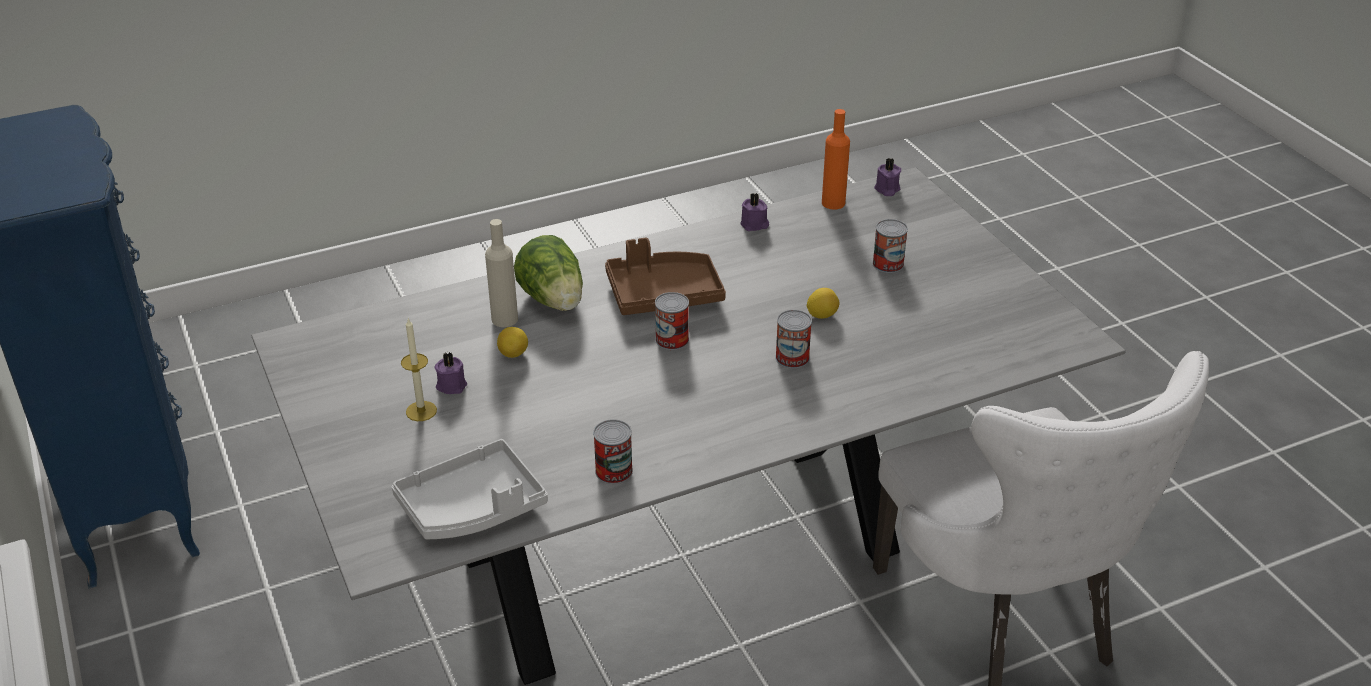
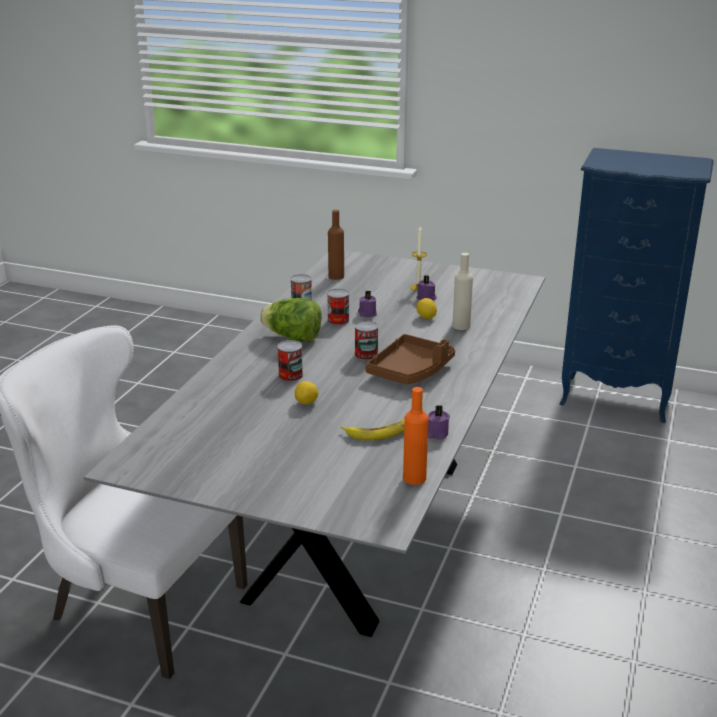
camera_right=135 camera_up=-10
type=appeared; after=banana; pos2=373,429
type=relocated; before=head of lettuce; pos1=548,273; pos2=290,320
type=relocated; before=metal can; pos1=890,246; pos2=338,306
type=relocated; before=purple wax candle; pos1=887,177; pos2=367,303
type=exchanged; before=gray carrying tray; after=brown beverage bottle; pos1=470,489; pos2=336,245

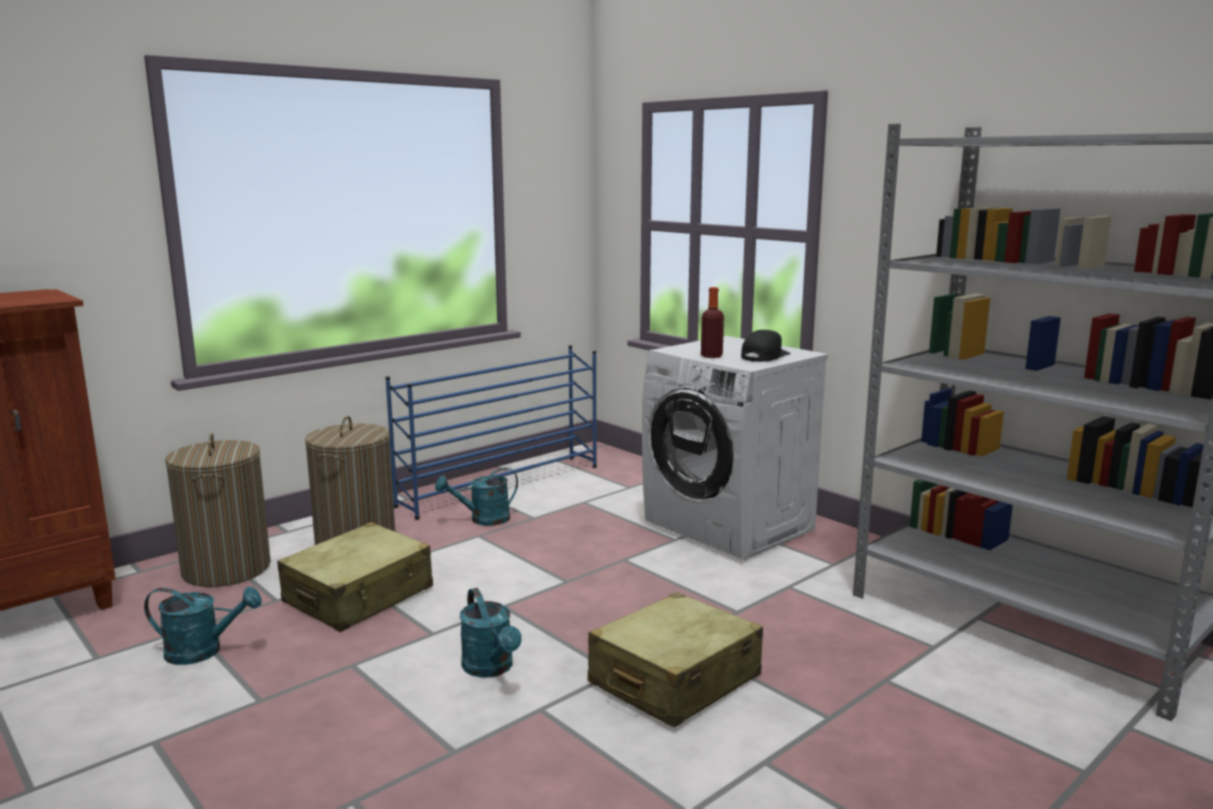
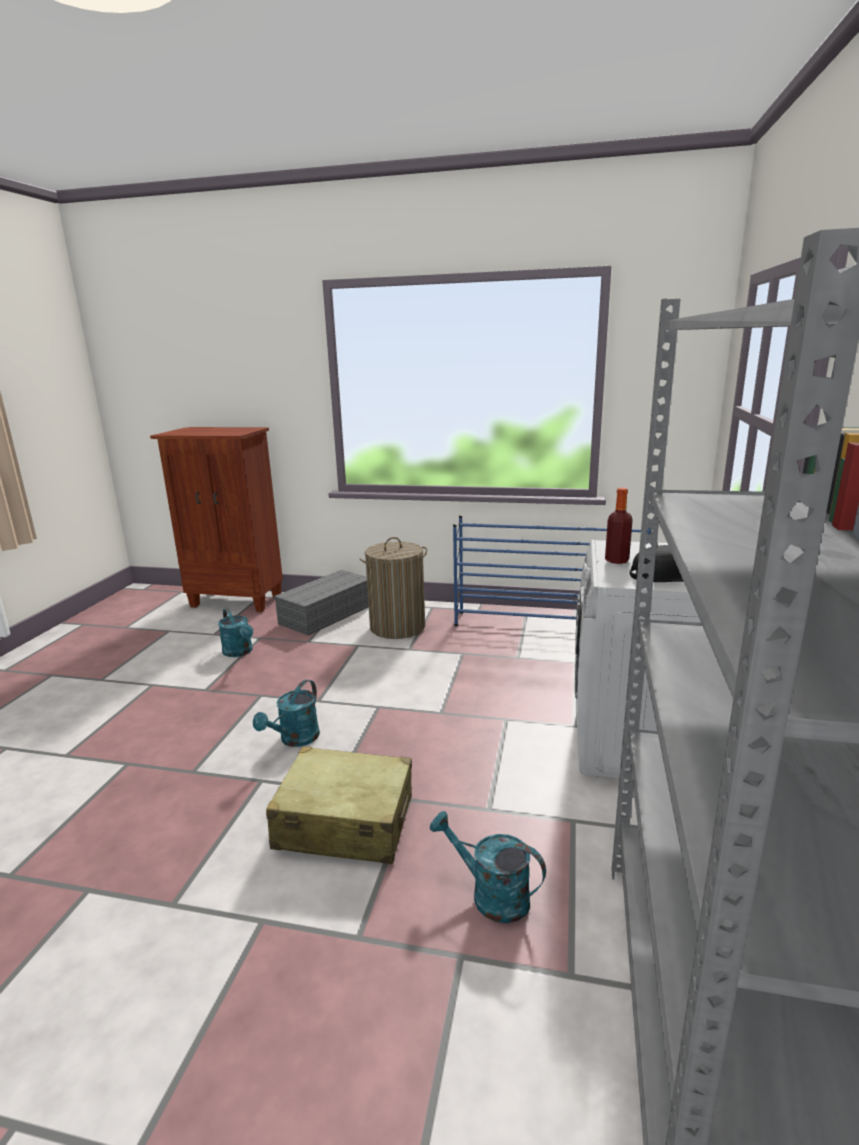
camera_right=55 camera_up=5
type=missing; before=sand-coloured piece of luggage; pos1=355,577
type=relocated; before=turquoise-coloured sprinkling can; pos1=476,497; pos2=488,867
type=exchanged; before=hamper; after=gray storage box; pos1=218,510; pos2=321,602

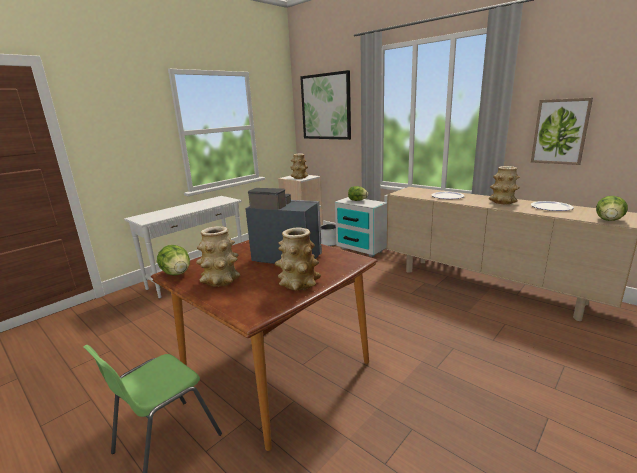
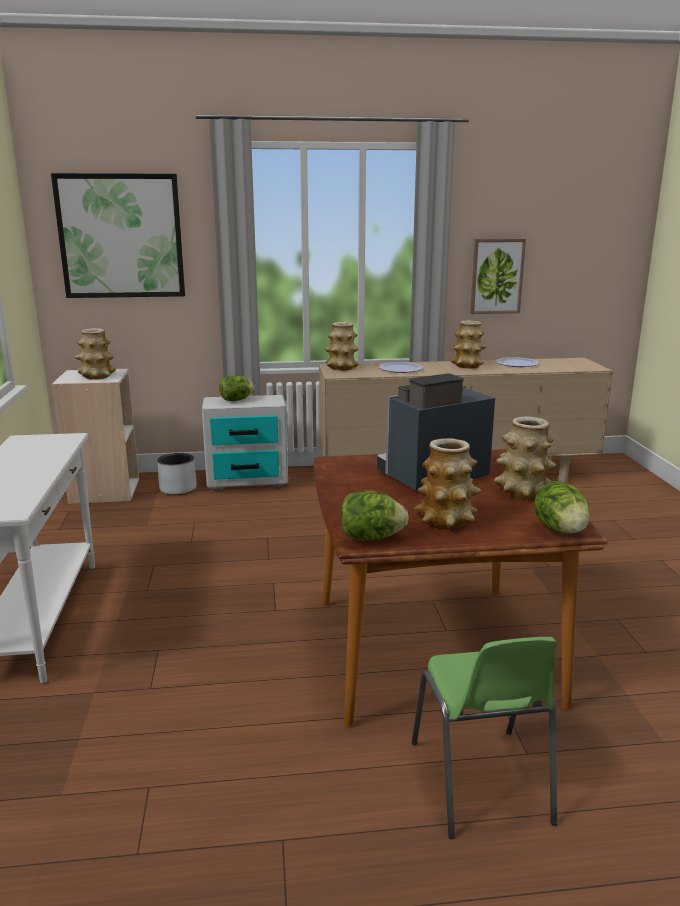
camera_right=-50 camera_up=0
type=appeared; after=decorative vase; pos2=342,346
type=relocated; before=head of lettuce; pos1=612,208; pos2=562,507

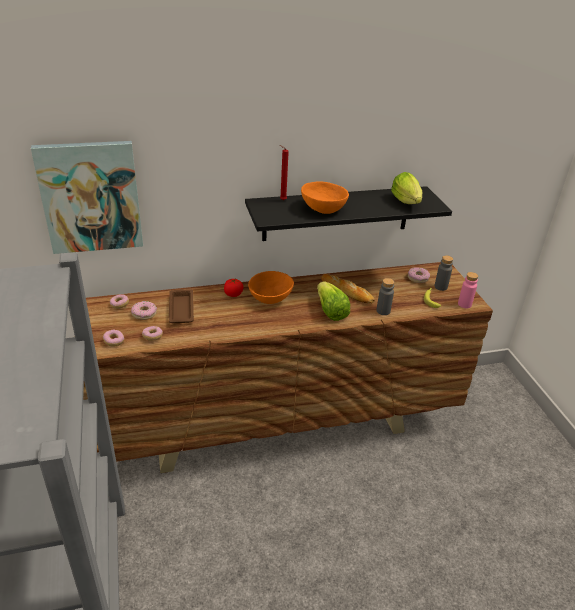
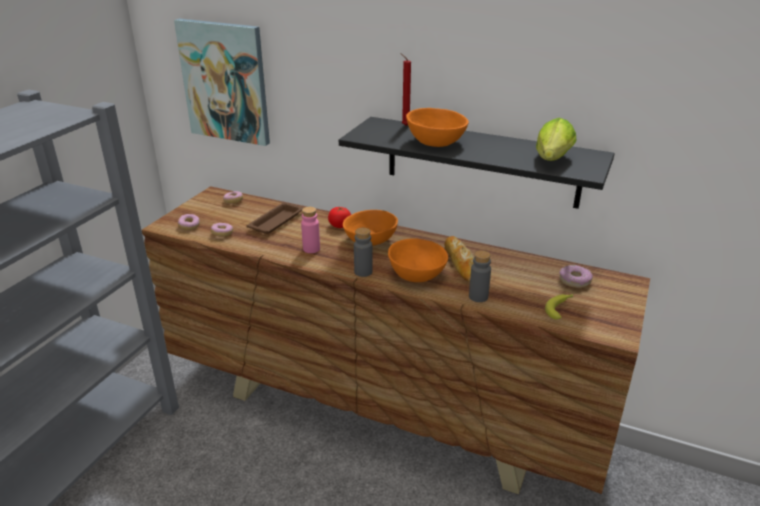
camera_right=40 camera_up=-5
type=missing; before=doughnut; pos1=144,310
type=relocated; before=gray beverage bottle; pos1=443,273; pos2=363,252
type=relocated; before=pinkish beverage bottle; pos1=468,290; pos2=310,230
type=exchanged; before=head of lettuce; after=orangey deep dish; pos1=333,301; pos2=418,260

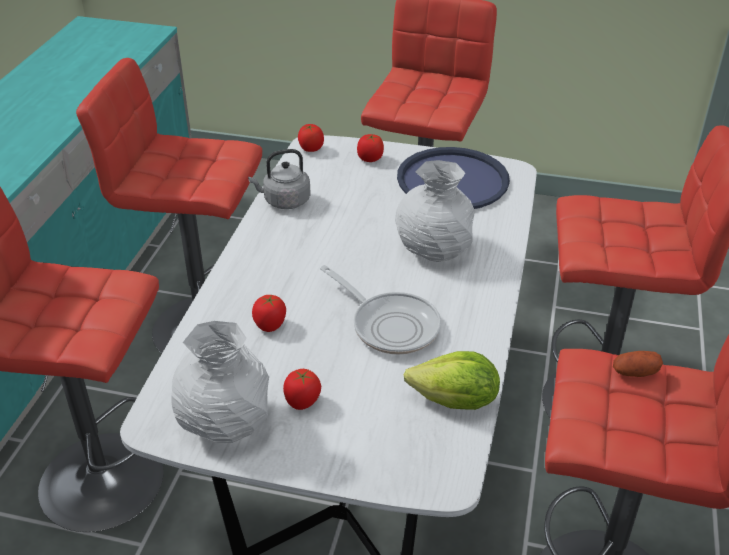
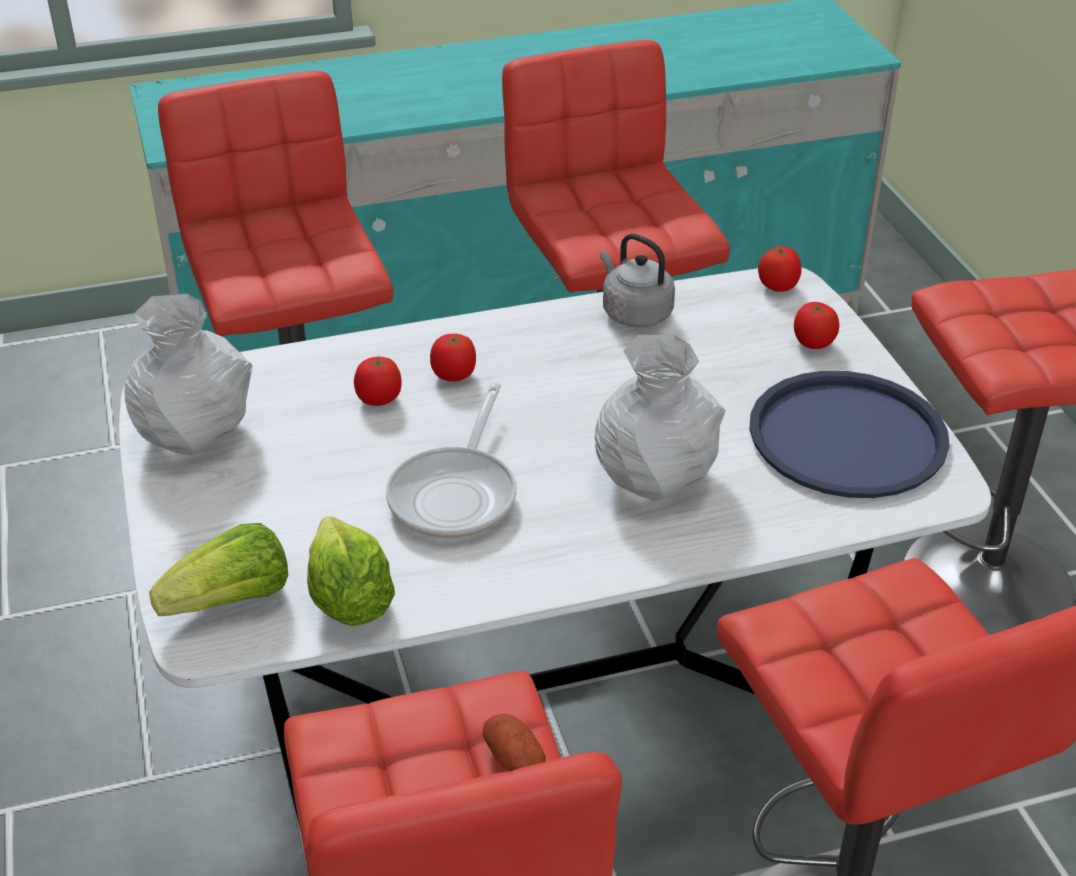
camera_right=60 camera_up=0
type=appeared; after=head of lettuce; pos2=218,569
type=relocated; before=whole tomato; pos1=302,389; pos2=453,358

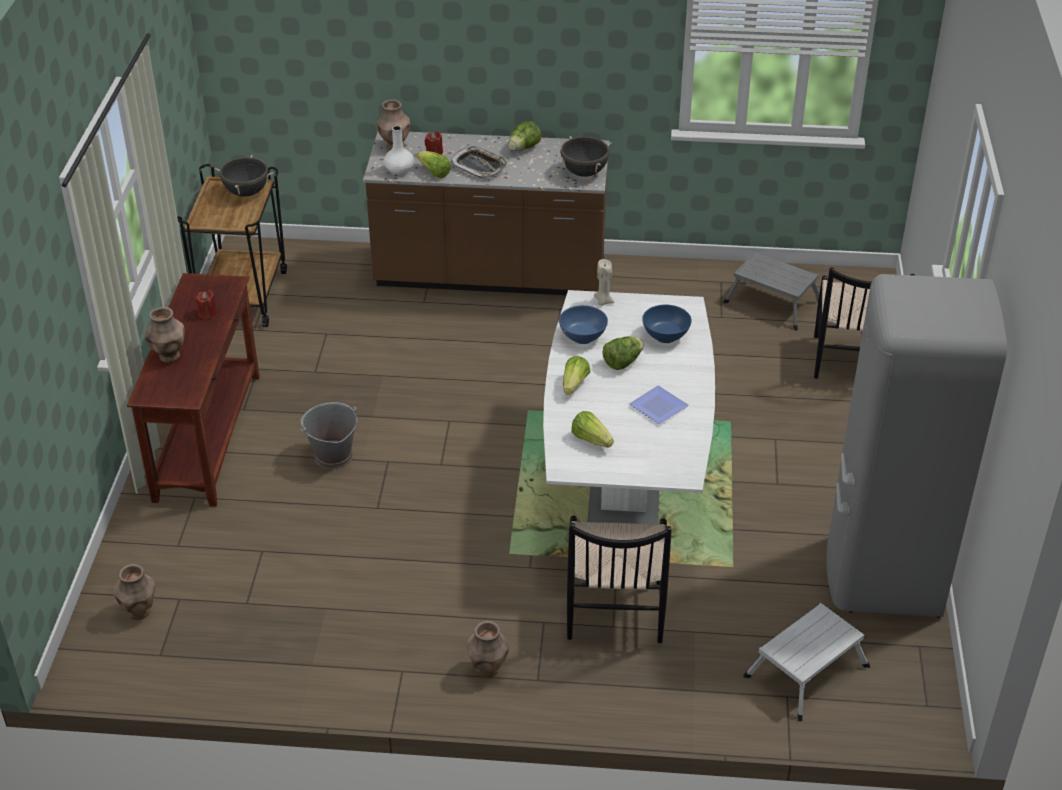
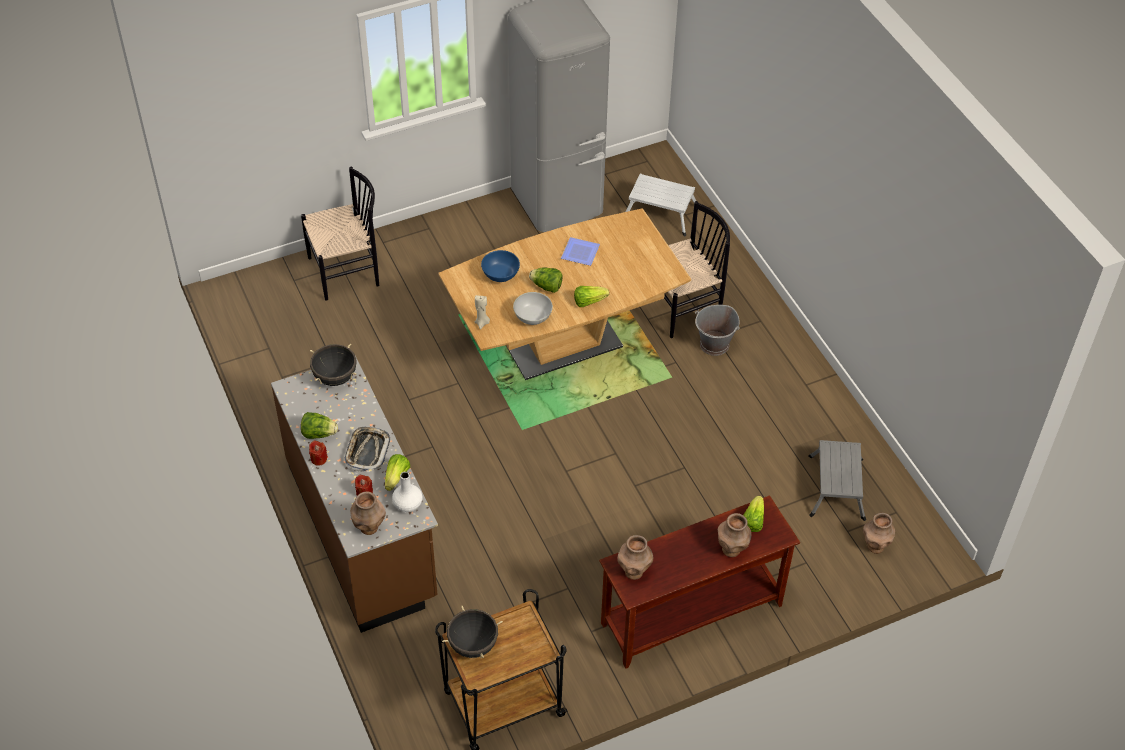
camera_right=-120 camera_up=10
type=relocated; before=reddish wax candle; pos1=206,305; pos2=318,453
type=relocated; before=gray water bucket; pos1=328,435; pos2=717,330
type=relocated; before=brown decorative vase; pos1=487,649; pos2=635,557
type=relocated; before=head of lettuce; pos1=592,429; pos2=753,514
type=relocated; before=gray step stool; pos1=771,291; pos2=837,480
type=colour; before=white-coloured kitchen table; after=brown kitchen table; pos1=629,407; pos2=565,294
type=colour; before=blue deep dish; after=white-coloured deep dish; pos1=583,324; pos2=533,308

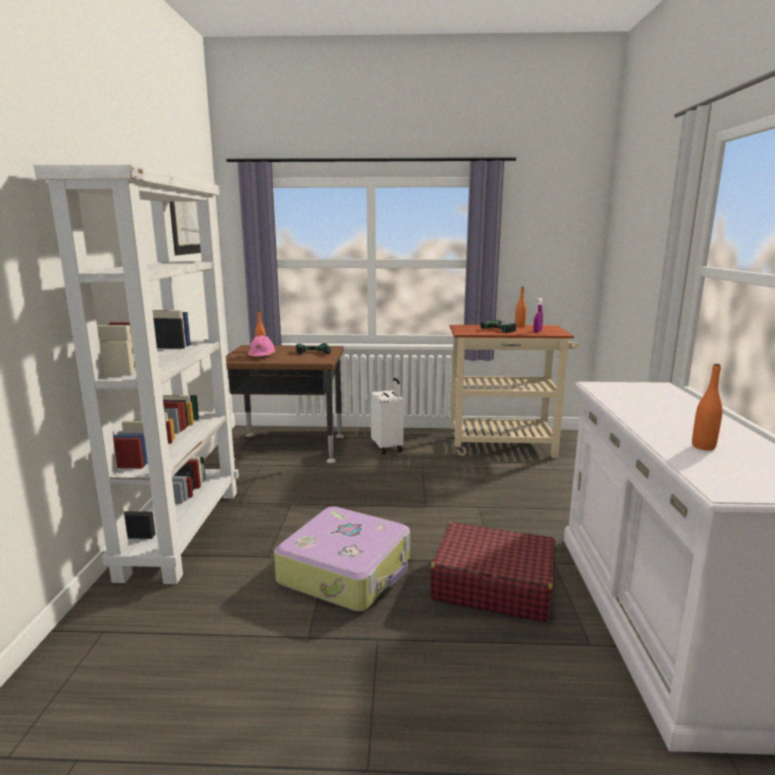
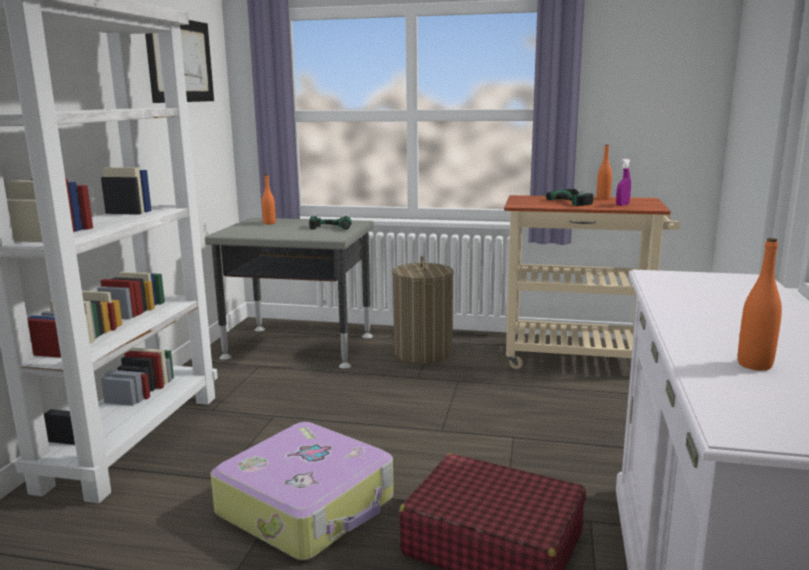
camera_right=10 camera_up=0
type=missing; before=pinkish safety helmet; pos1=262,345
type=exchanged; before=white-coloured piece of luggage; after=hamper; pos1=387,416; pos2=423,310
type=colour; before=brown desk unit; after=gray desk unit; pos1=285,404; pos2=289,293

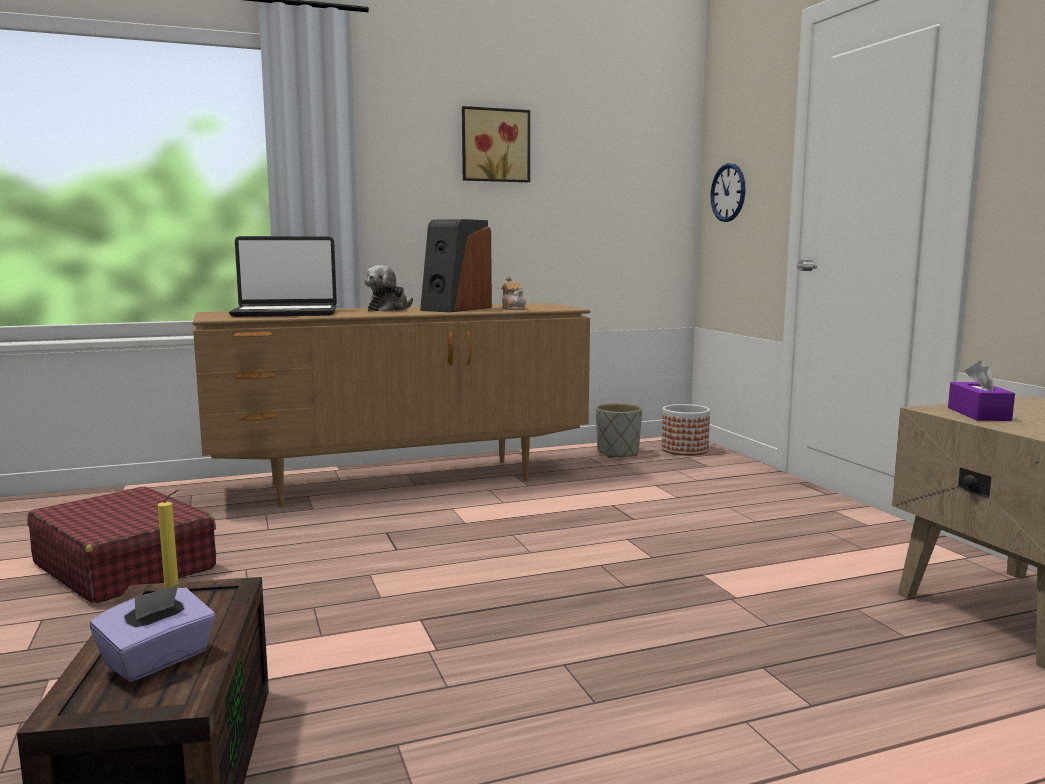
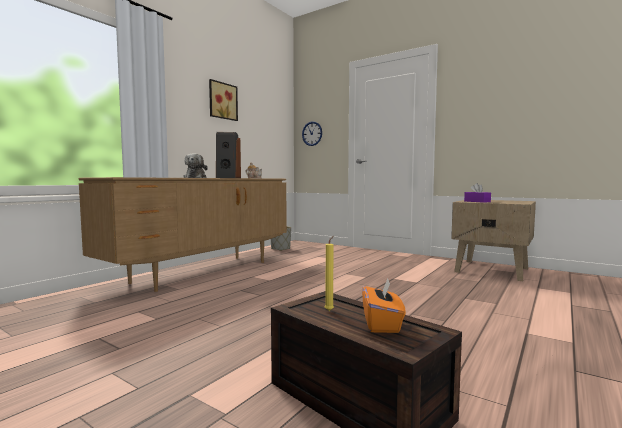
camera_right=-35 camera_up=-5
type=missing; before=reddish piece of luggage; pos1=121,545
type=missing; before=laptop; pos1=283,276
type=missing; before=planter; pos1=685,430
type=colour; before=purple box of tissues; after=orangey box of tissues; pos1=152,633; pos2=384,306

